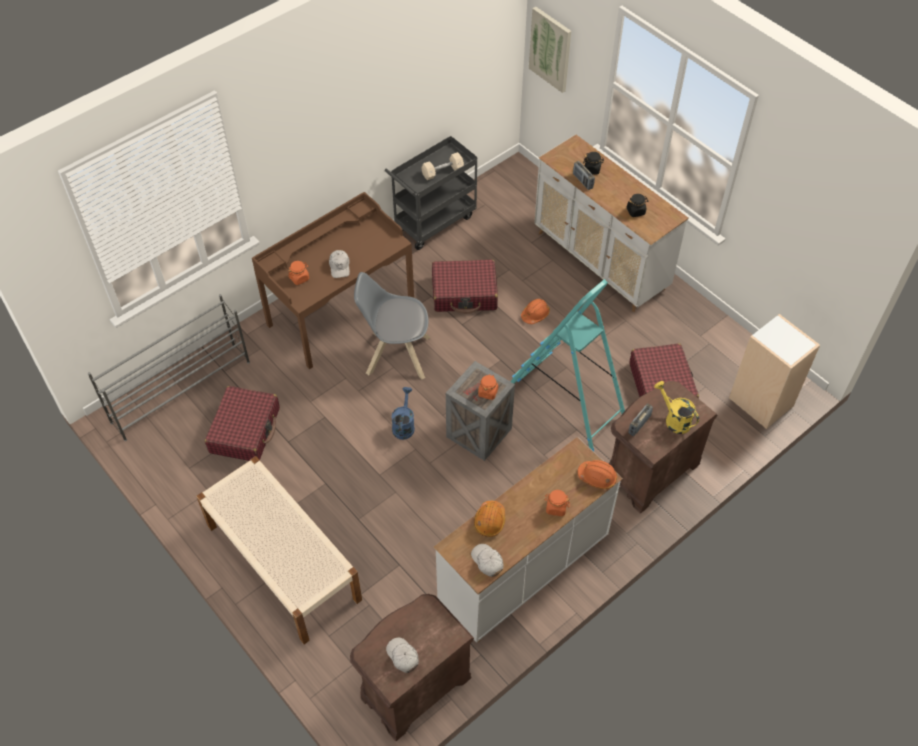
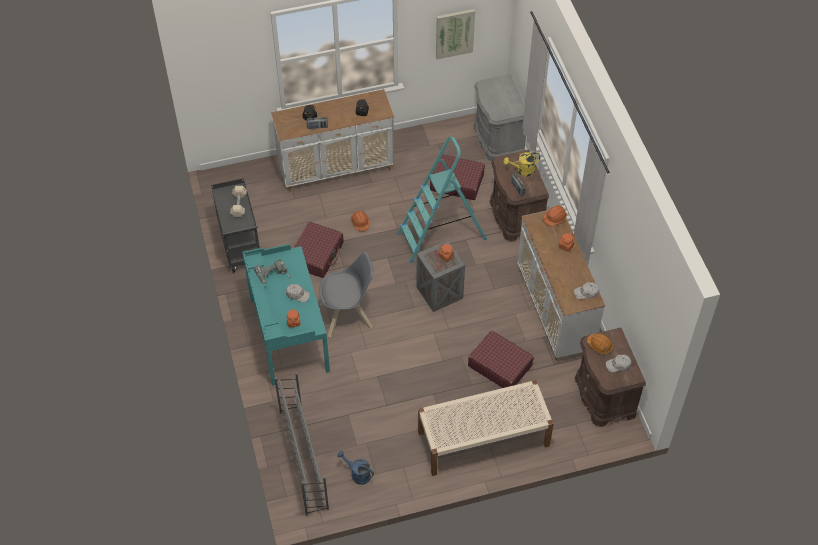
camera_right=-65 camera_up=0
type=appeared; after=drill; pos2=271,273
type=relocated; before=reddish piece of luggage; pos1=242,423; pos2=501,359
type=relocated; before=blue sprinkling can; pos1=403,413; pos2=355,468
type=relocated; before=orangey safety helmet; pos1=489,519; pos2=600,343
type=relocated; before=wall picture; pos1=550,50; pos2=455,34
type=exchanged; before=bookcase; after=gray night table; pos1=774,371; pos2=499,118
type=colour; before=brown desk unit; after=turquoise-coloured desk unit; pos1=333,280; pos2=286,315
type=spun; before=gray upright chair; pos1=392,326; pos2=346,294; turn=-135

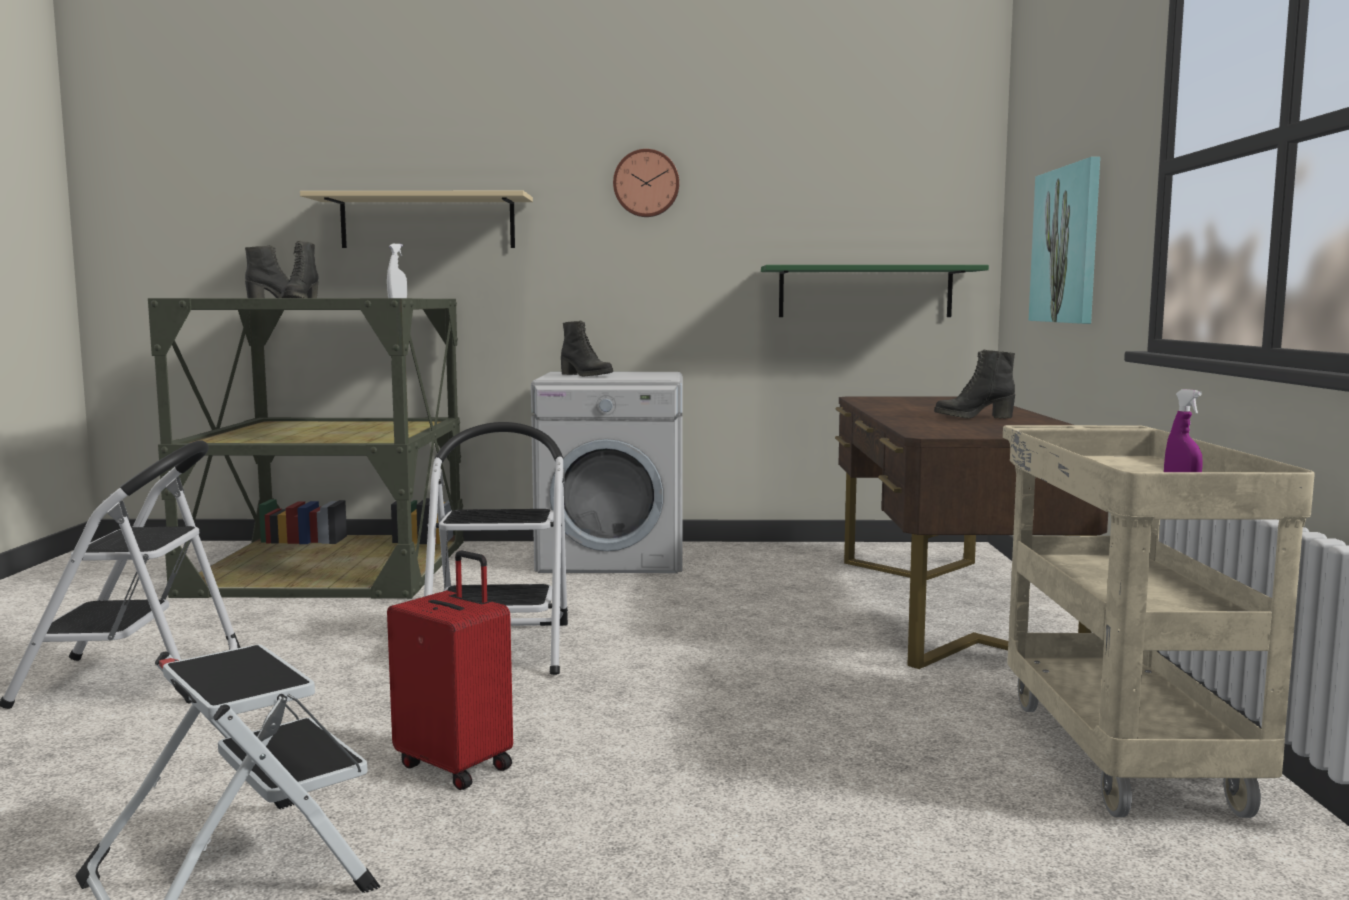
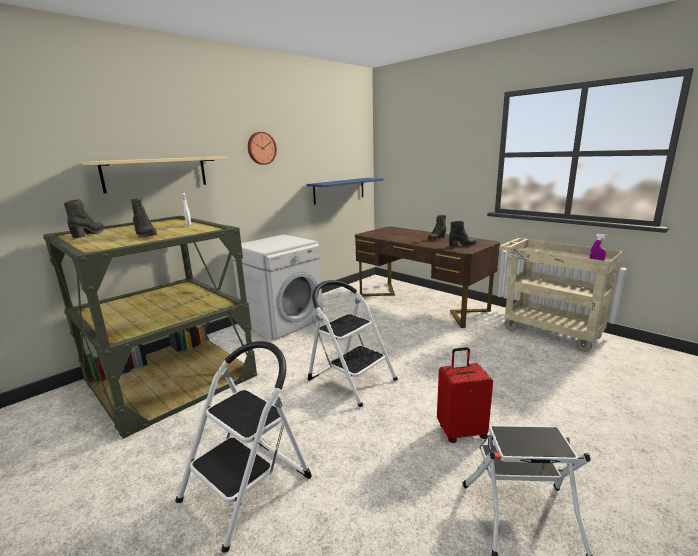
camera_right=-45 camera_up=10
type=missing; before=wall picture; pos1=1064,240
type=relocated; before=blackish high-top boot; pos1=587,348; pos2=463,234
type=colour; before=greenish shelf; after=blue shelf; pos1=875,291; pos2=345,191

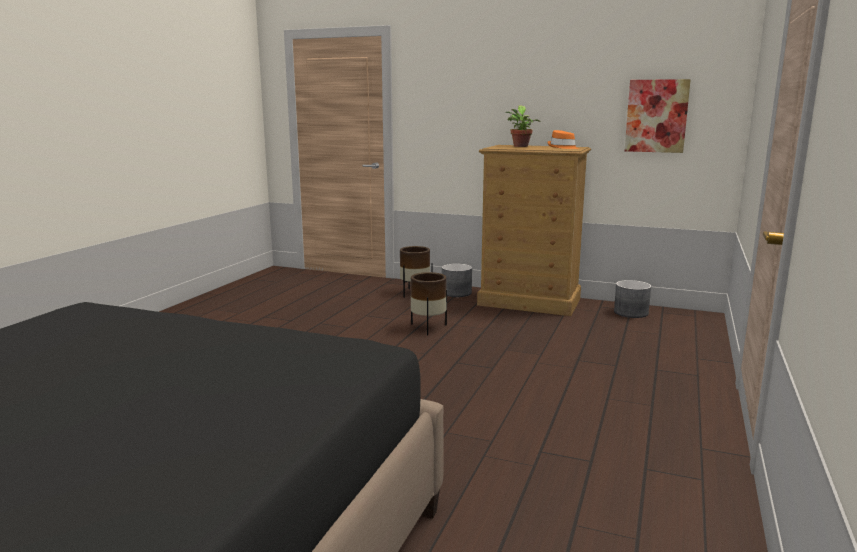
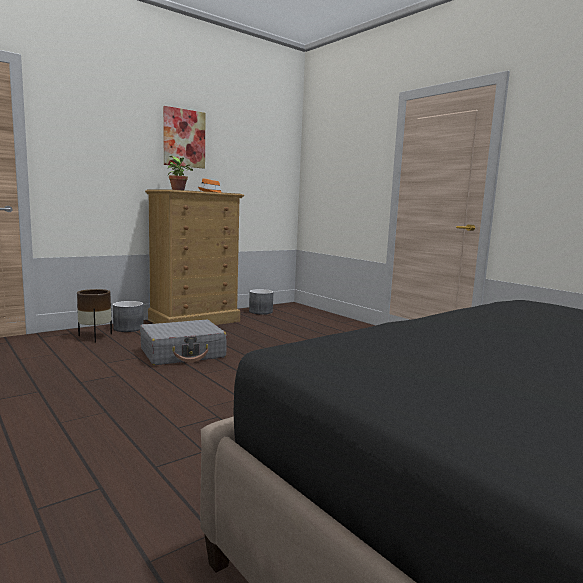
camera_right=-60 camera_up=-5
type=relocated; before=wall picture; pos1=658,116; pos2=184,137
type=exchanged; before=brown planter; after=gray piece of luggage; pos1=429,304; pos2=183,342

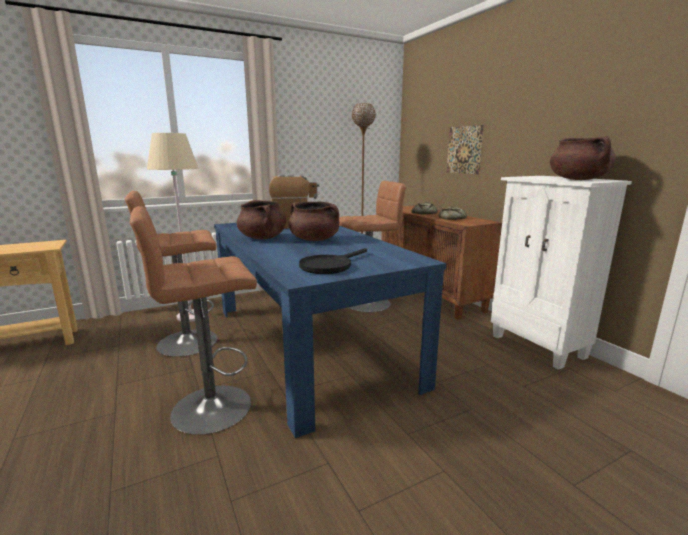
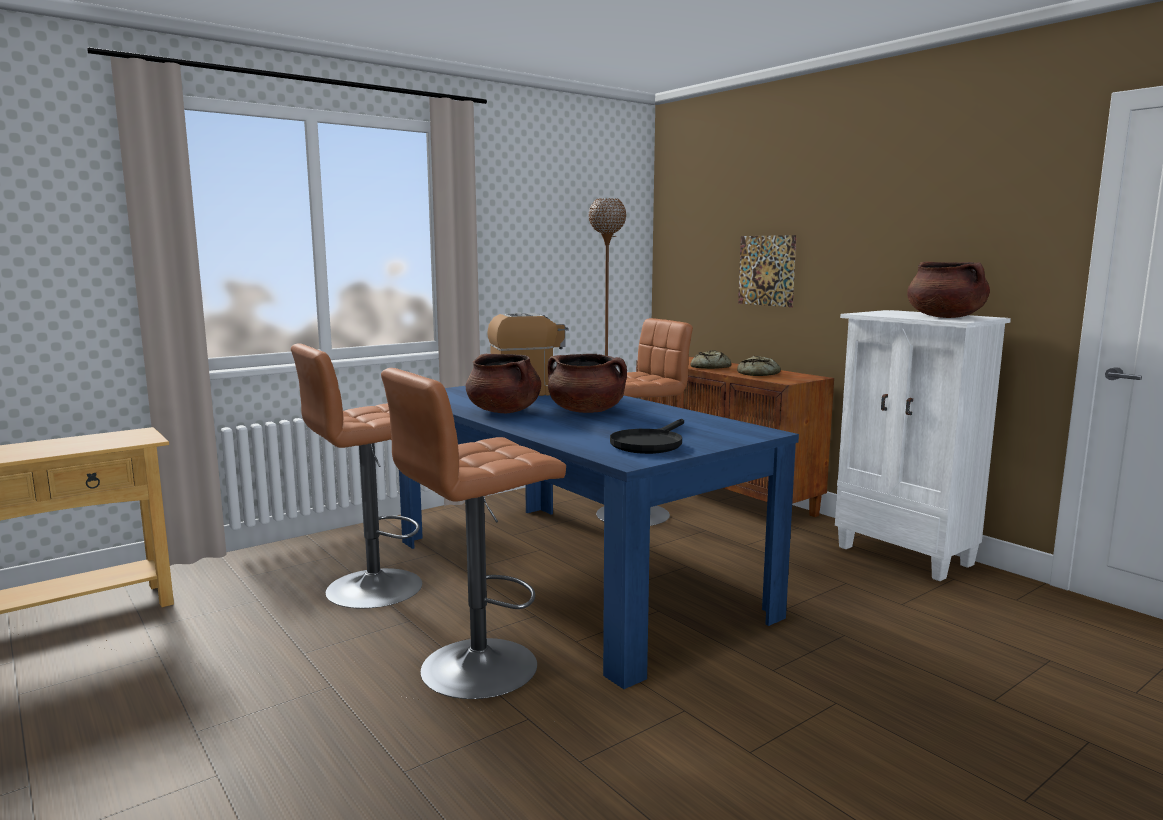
camera_right=-10 camera_up=-5
type=missing; before=sand-coloured floor lamp; pos1=172,227

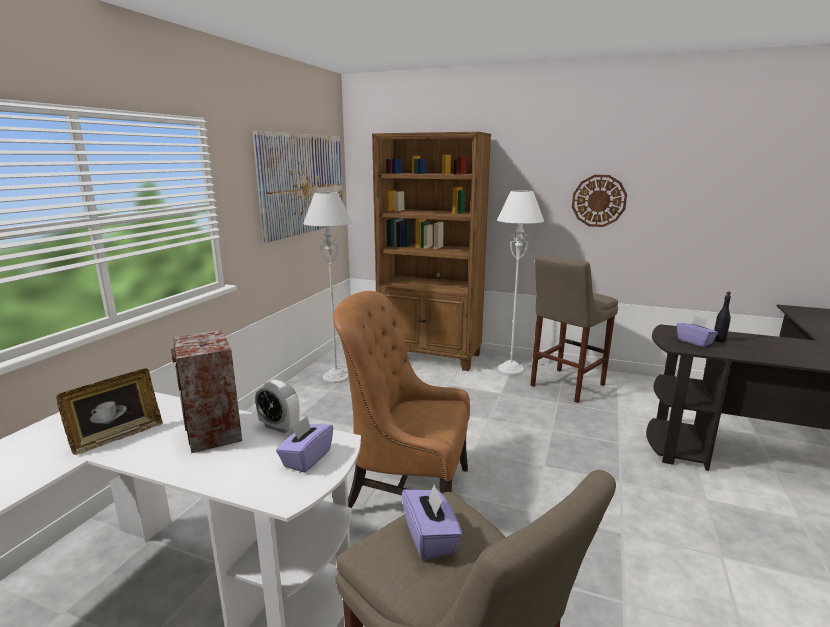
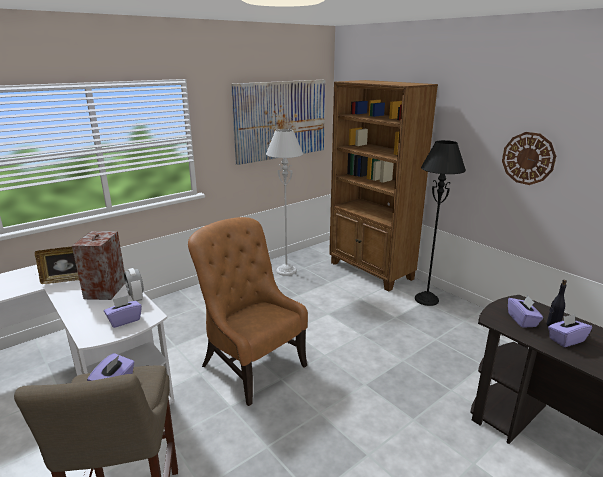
camera_right=30 camera_up=5
type=missing; before=sand-coloured stool seat; pos1=574,328
type=appeared; after=purple box of tissues; pos2=570,330
type=colour; before=white-coloured floor lamp; after=blackish floor lamp; pos1=520,282; pos2=440,223

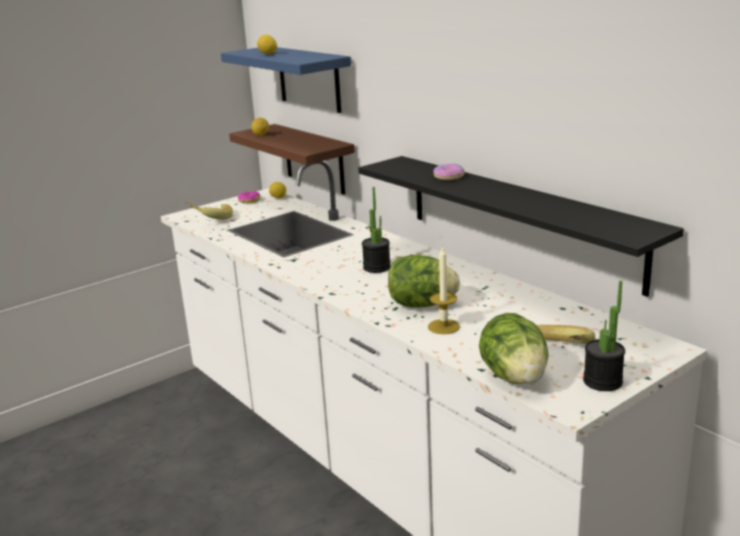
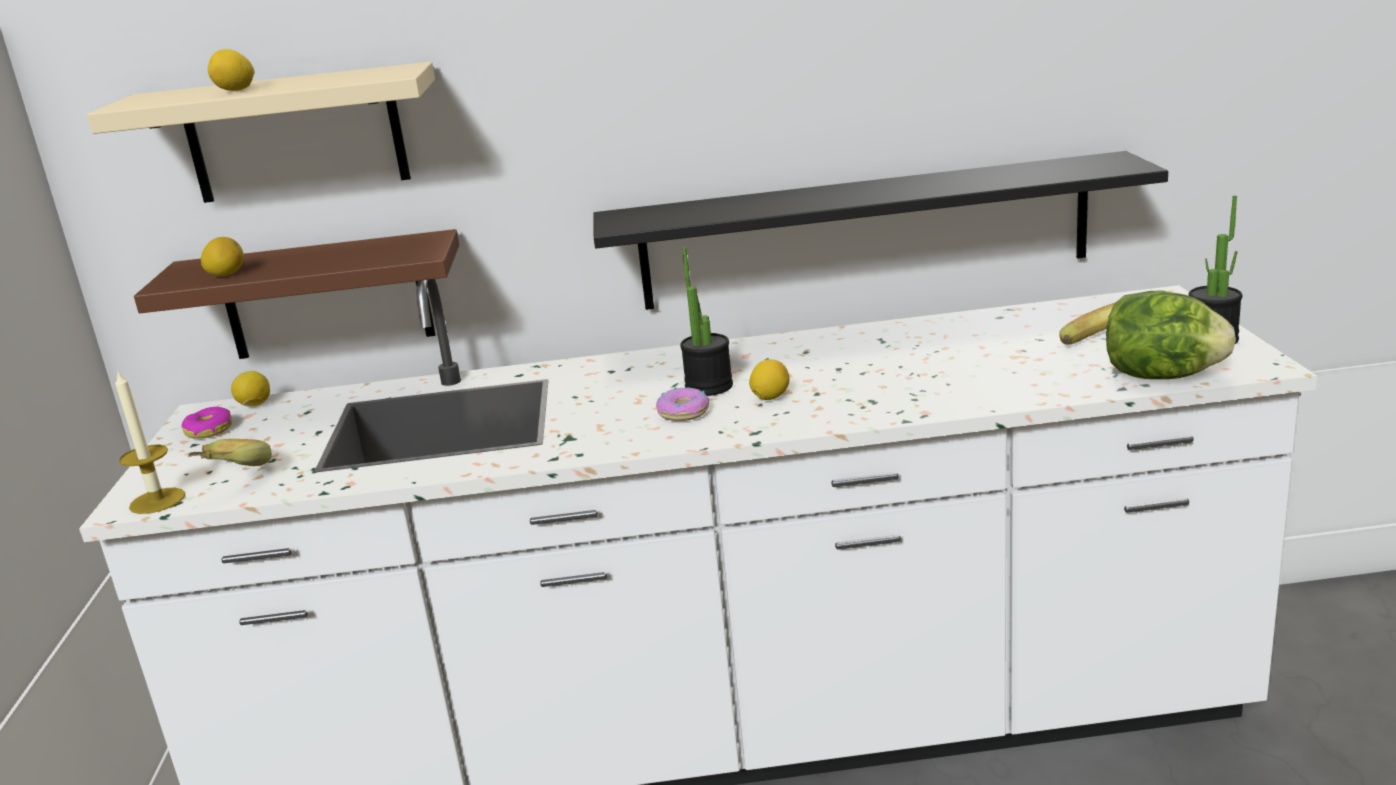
camera_right=-55 camera_up=0
type=missing; before=head of lettuce; pos1=424,281
type=appeared; after=whole lemon; pos2=769,379
type=relocated; before=wax candle; pos1=444,290; pos2=150,441
type=relocated; before=doughnut; pos1=449,172; pos2=682,404
type=colour; before=blue shelf; after=sand-coloured shelf; pos1=286,80; pos2=261,132

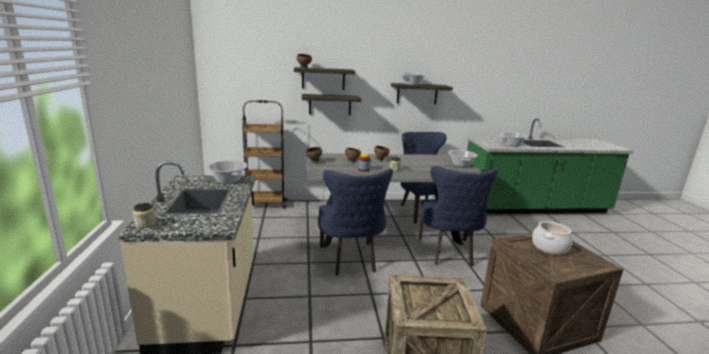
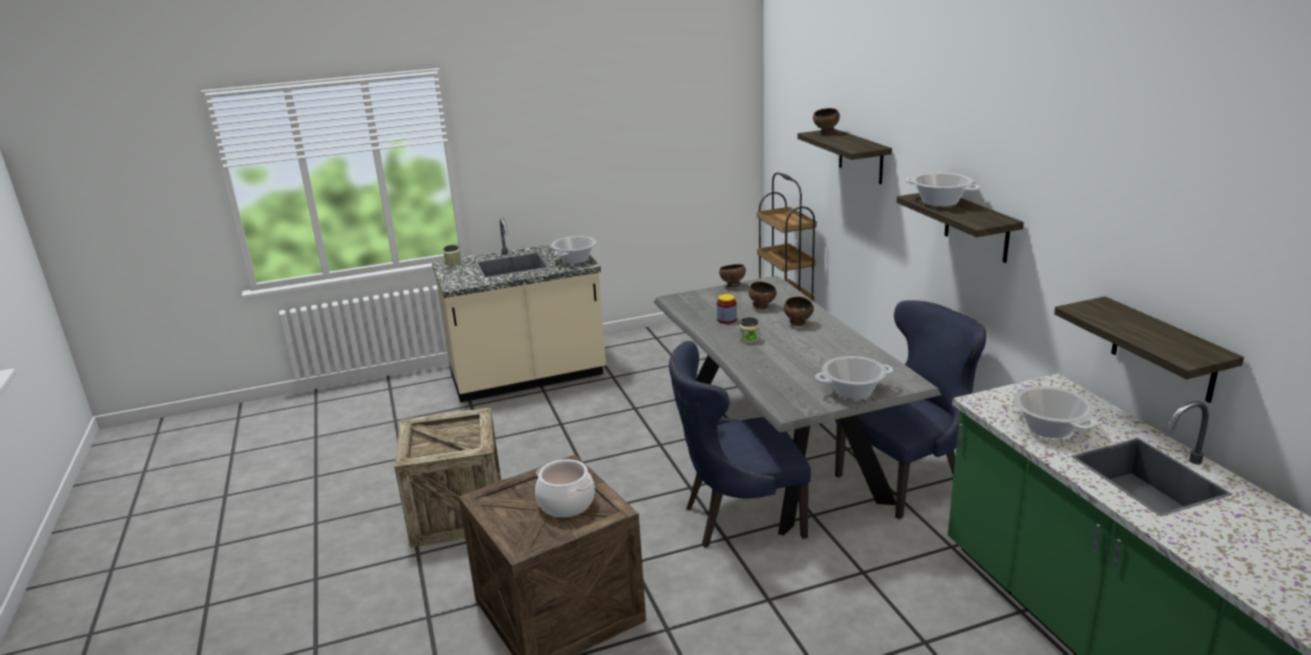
camera_right=80 camera_up=5
type=missing; before=blue upright chair; pos1=355,221
type=relocated; before=shelf; pos1=332,104; pos2=1149,349

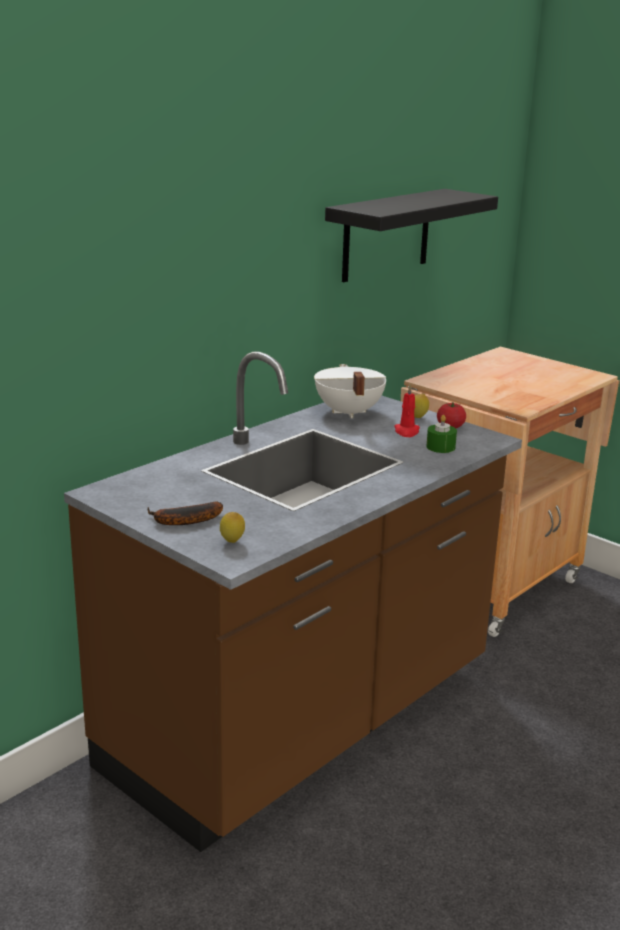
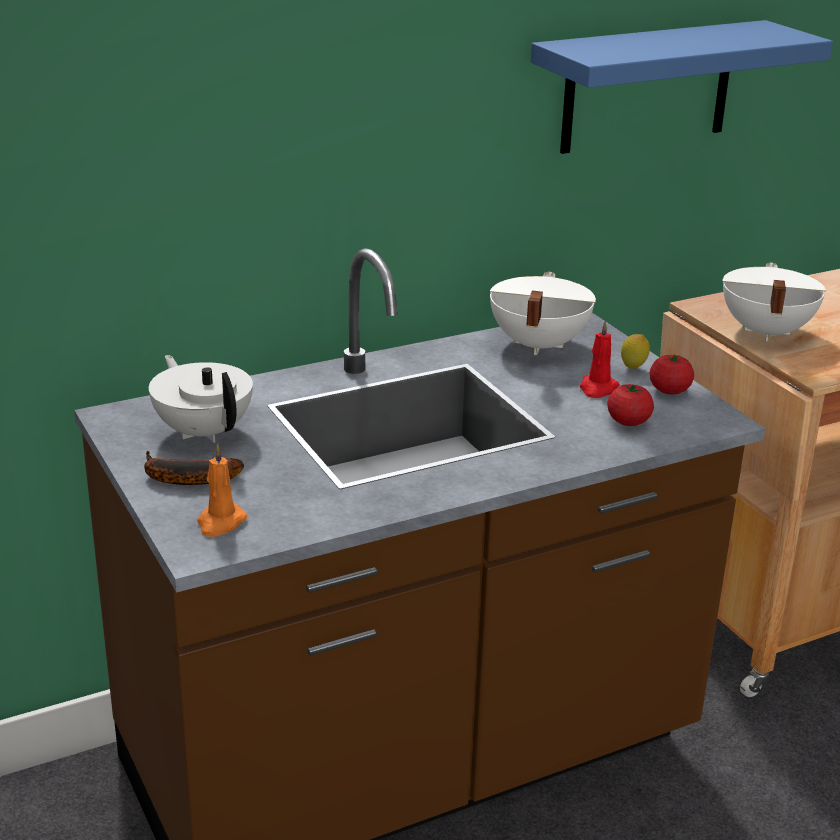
camera_right=20 camera_up=5
type=appeared; after=white-coloured teapot; pos2=201,399
type=appeared; after=white-coloured stockpot; pos2=774,302
type=exchanged; before=whole lemon; after=orangey wax candle; pos1=232,527; pos2=222,490
type=exchanged; before=greenish wax candle; after=whole tomato; pos1=441,434; pos2=630,405
type=colour; before=blackish shelf; after=blue shelf; pos1=411,235; pos2=681,87

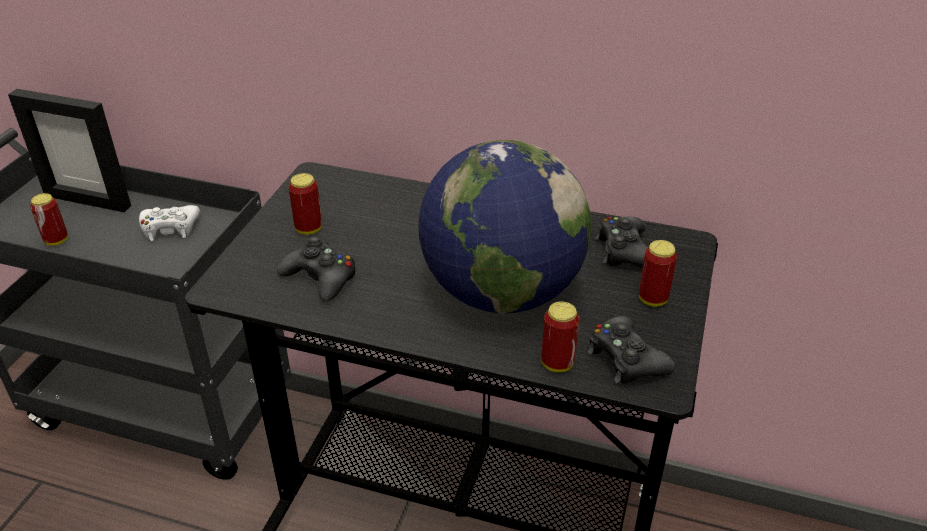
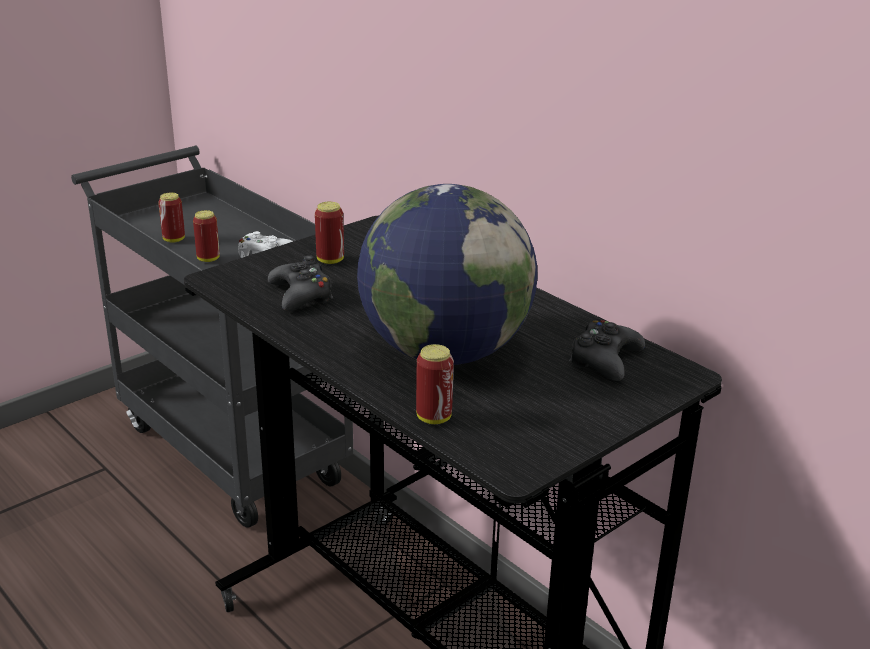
camera_right=30 camera_up=-10
type=missing; before=standing frame; pos1=69,150
type=missing; before=blackish game controller; pos1=631,350
type=relocated; before=metal can; pos1=658,273; pos2=206,236

